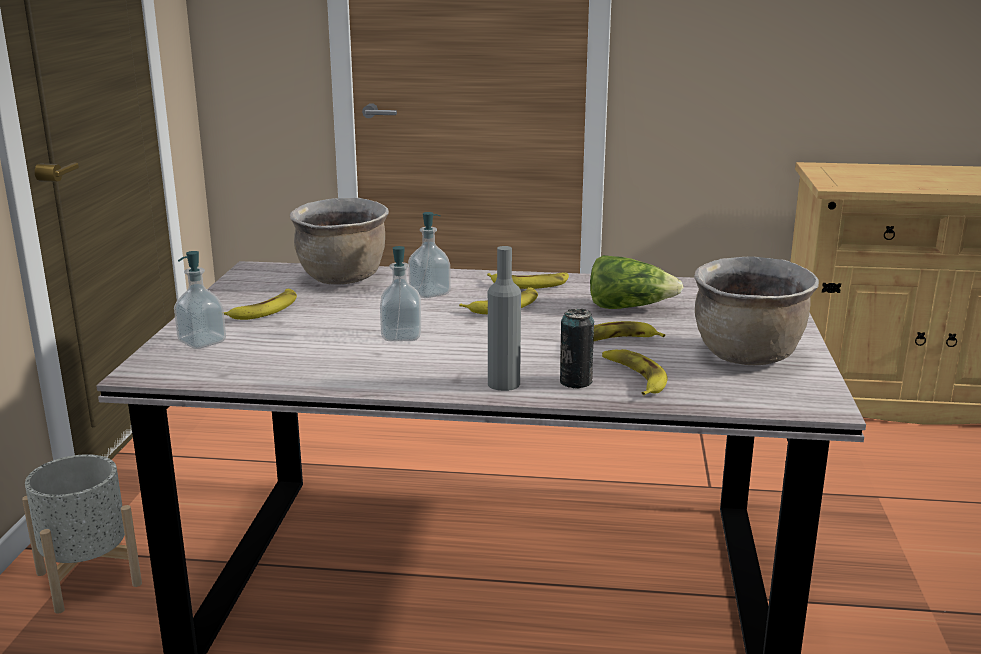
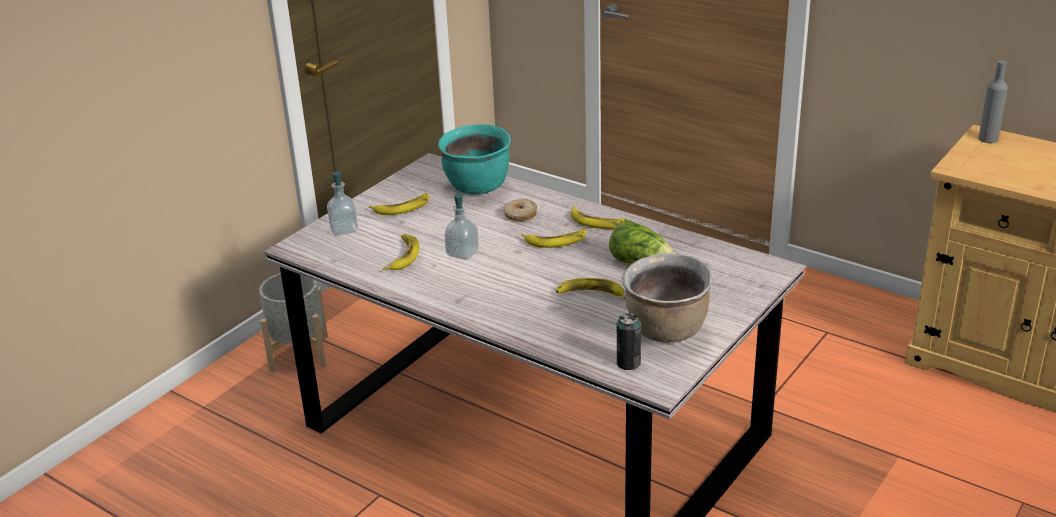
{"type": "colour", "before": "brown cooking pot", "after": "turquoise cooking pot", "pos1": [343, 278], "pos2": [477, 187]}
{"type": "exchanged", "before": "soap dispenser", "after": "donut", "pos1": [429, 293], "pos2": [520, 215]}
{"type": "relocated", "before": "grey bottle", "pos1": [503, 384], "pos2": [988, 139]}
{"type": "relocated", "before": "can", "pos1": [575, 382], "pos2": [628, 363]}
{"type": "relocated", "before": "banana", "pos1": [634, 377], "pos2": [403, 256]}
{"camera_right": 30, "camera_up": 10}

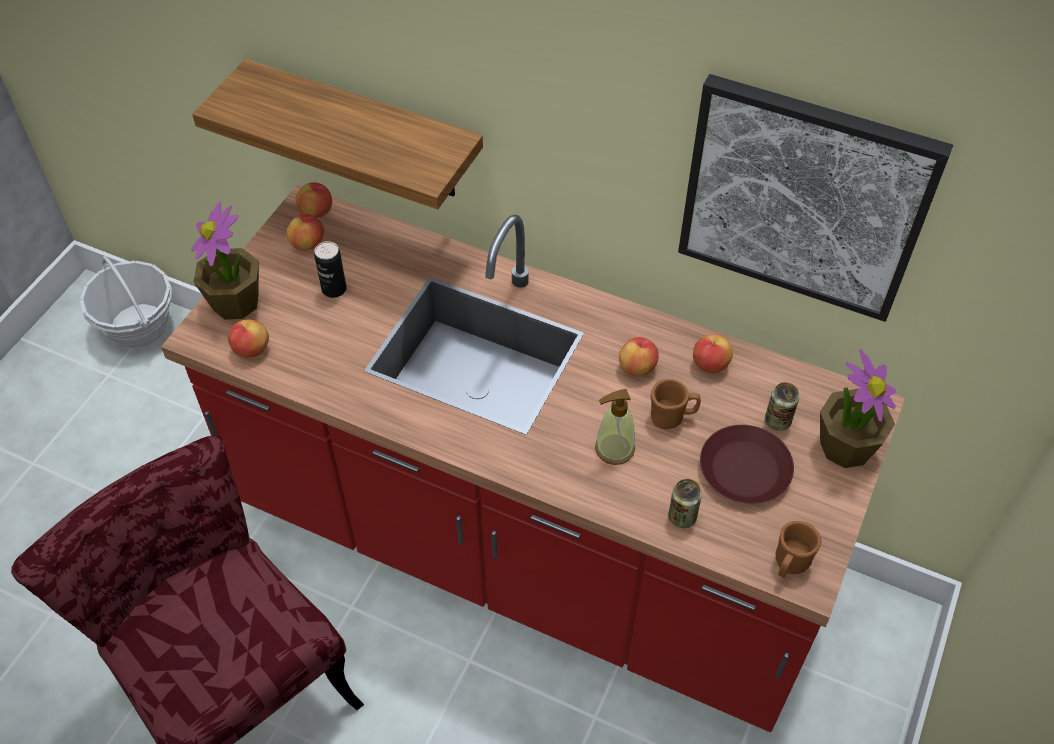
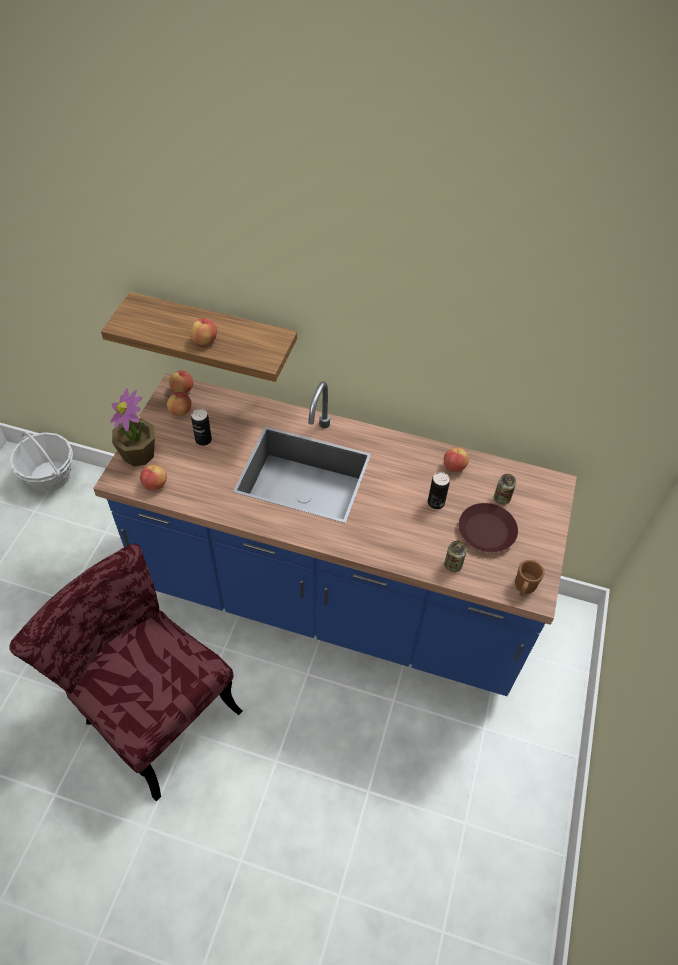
{"type": "missing", "before": "picture", "pos1": [804, 198]}
{"type": "colour", "before": "red counter", "after": "blue counter", "pos1": [527, 548], "pos2": [333, 597]}
{"type": "relocated", "before": "apple", "pos1": [637, 368], "pos2": [205, 340]}
{"type": "missing", "before": "potted plant", "pos1": [845, 446]}
{"type": "exchanged", "before": "brown mug", "after": "can", "pos1": [672, 417], "pos2": [436, 502]}
{"type": "missing", "before": "soap dispenser", "pos1": [614, 449]}
{"camera_right": -10, "camera_up": 0}

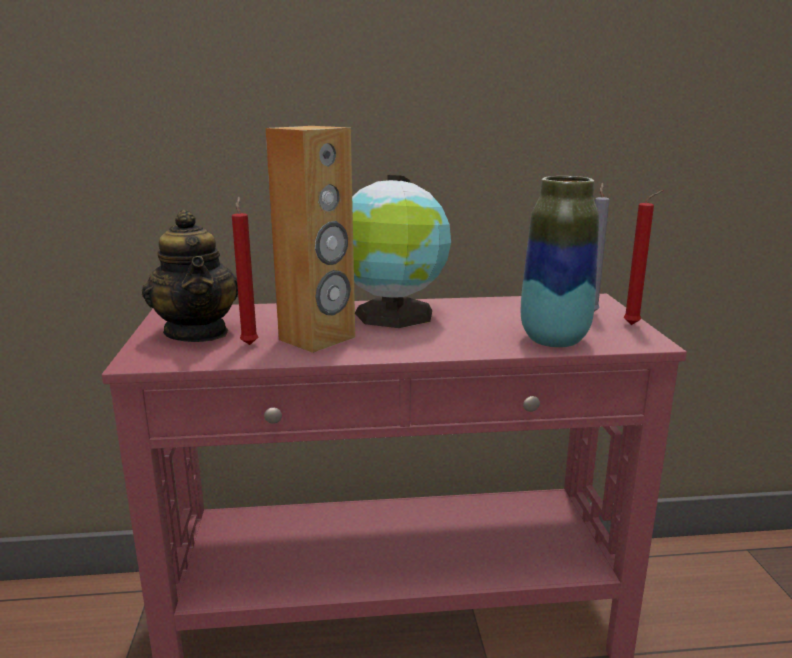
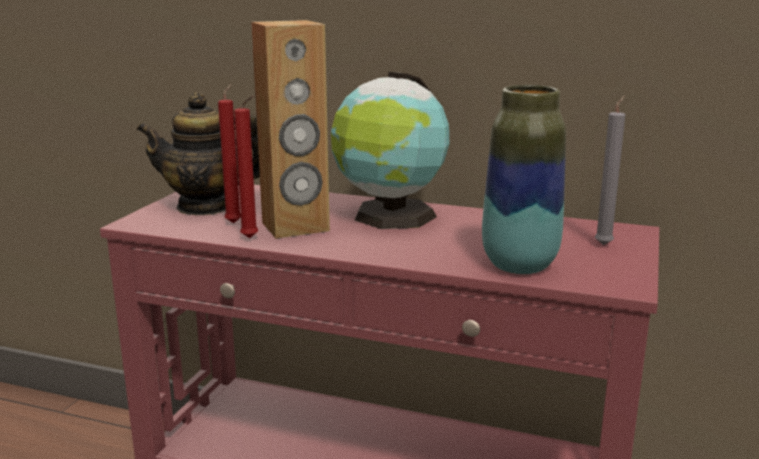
{"type": "relocated", "before": "red candle", "pos1": [634, 325], "pos2": [251, 239]}
{"type": "spun", "before": "teapot", "pos1": [197, 333], "pos2": [206, 206], "turn": 90}
{"camera_right": 25, "camera_up": 0}

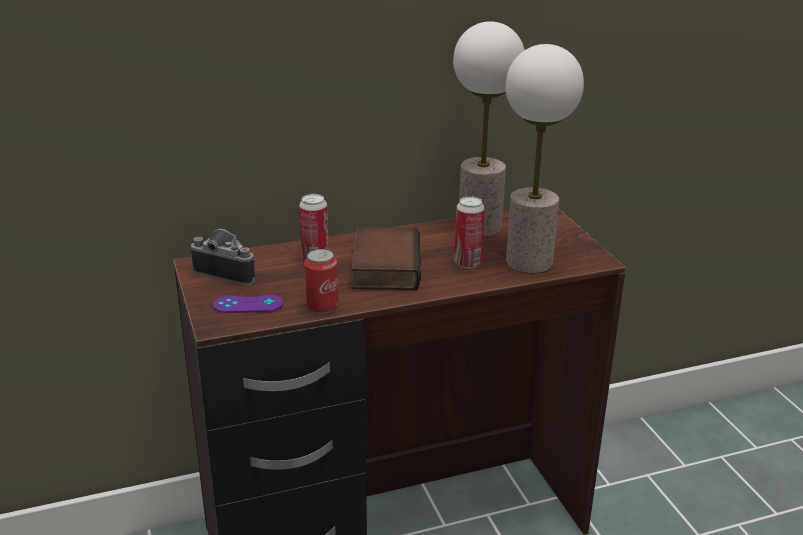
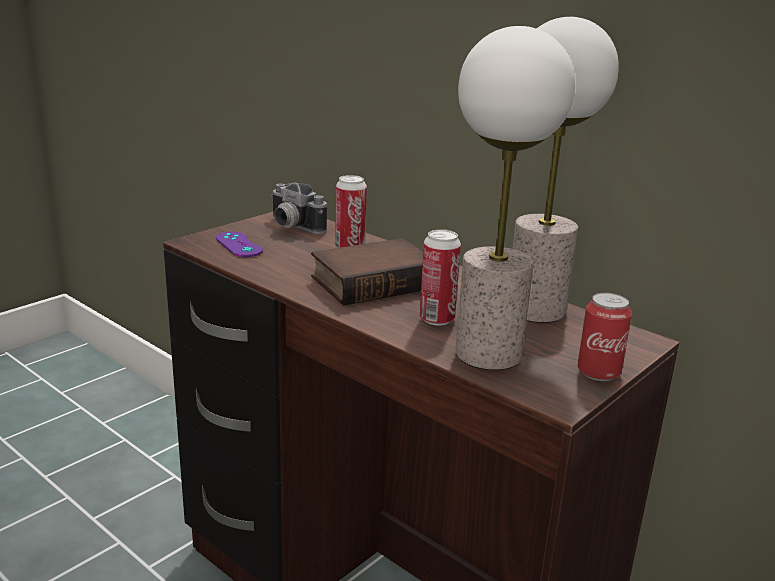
{"type": "spun", "before": "photo camera", "pos1": [230, 271], "pos2": [291, 227], "turn": 135}
{"type": "relocated", "before": "can", "pos1": [322, 307], "pos2": [598, 372]}
{"camera_right": 60, "camera_up": -5}

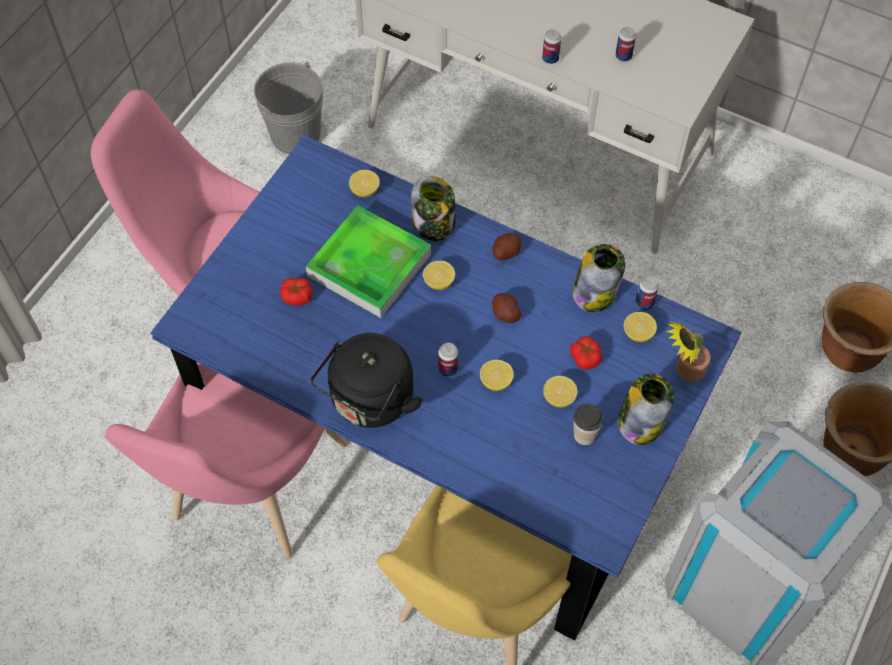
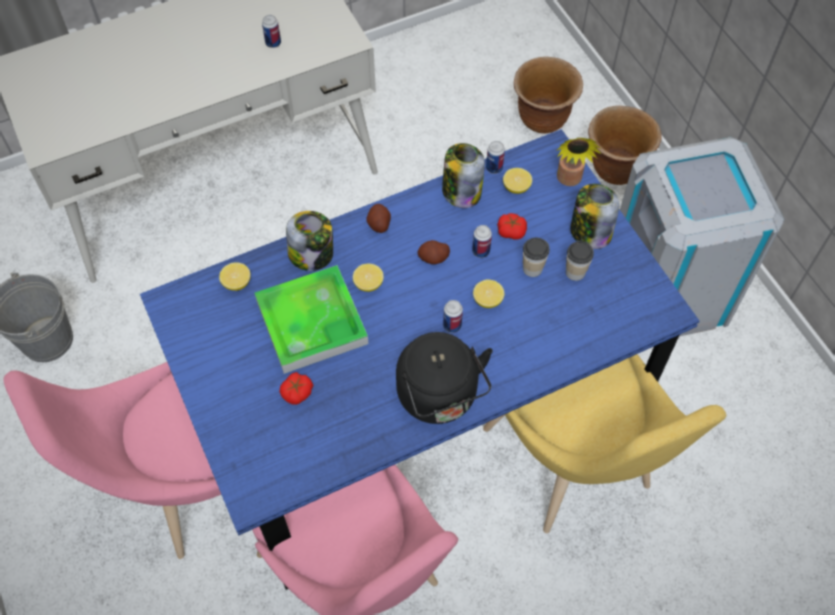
{"type": "relocated", "before": "can", "pos1": [550, 58], "pos2": [481, 251]}
{"type": "exchanged", "before": "lemon", "after": "cup", "pos1": [559, 398], "pos2": [532, 269]}
{"camera_right": -55, "camera_up": 0}

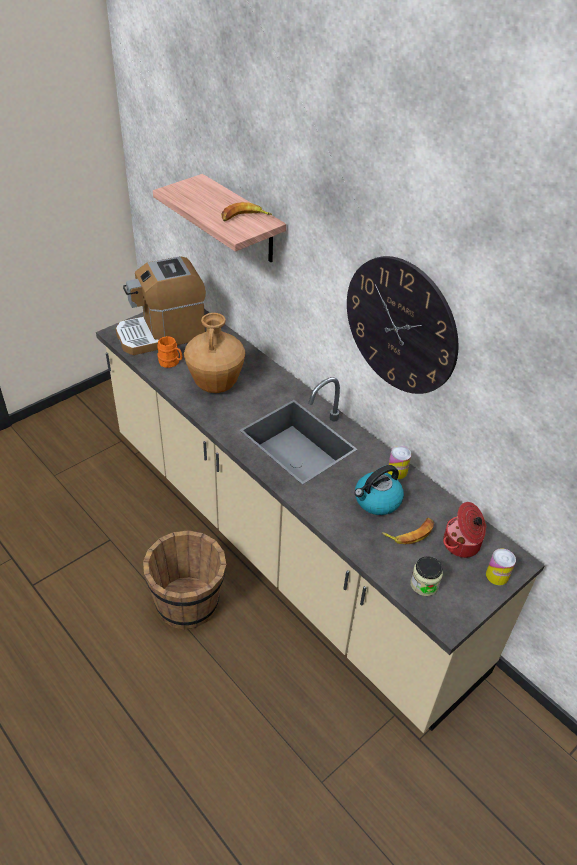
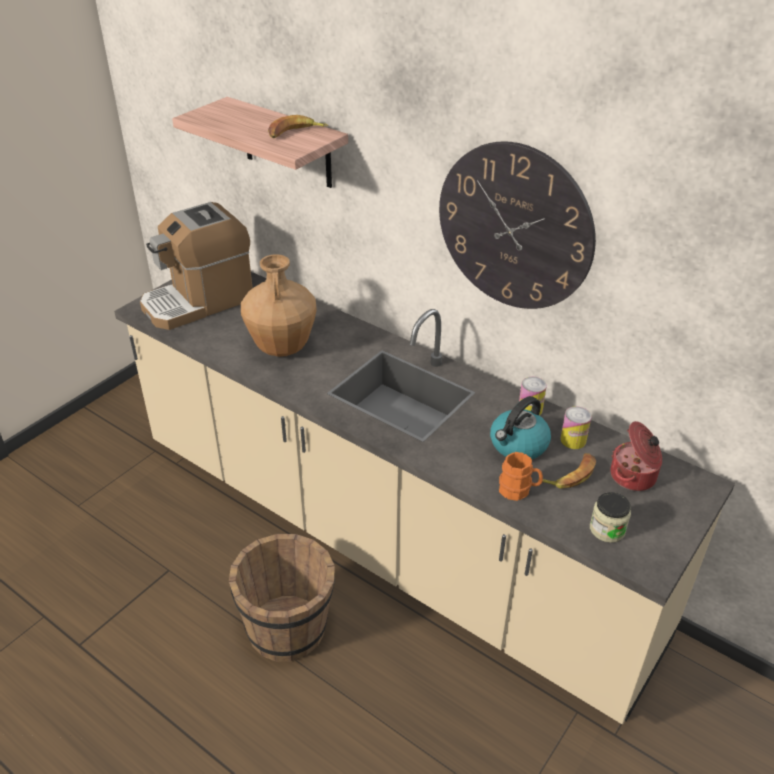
{"type": "relocated", "before": "orange mug", "pos1": [171, 362], "pos2": [519, 490]}
{"type": "relocated", "before": "can", "pos1": [497, 576], "pos2": [573, 440]}
{"camera_right": -10, "camera_up": -5}

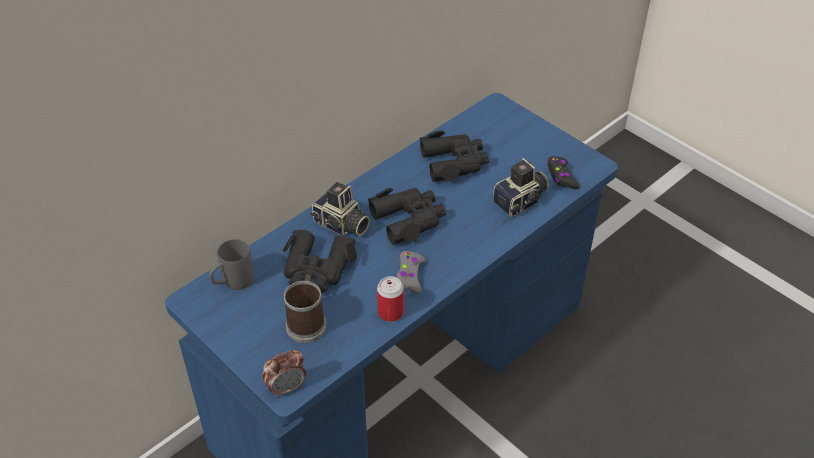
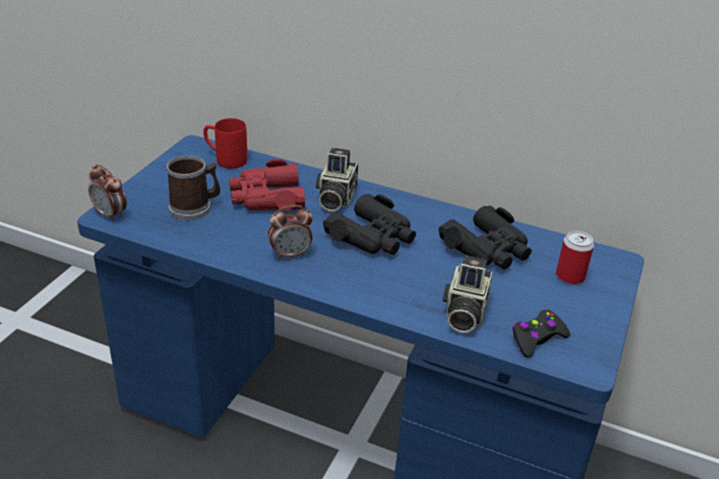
{"type": "spun", "before": "photo camera", "pos1": [521, 201], "pos2": [463, 312], "turn": 75}
{"type": "colour", "before": "black binoculars", "after": "red binoculars", "pos1": [317, 269], "pos2": [267, 198]}
{"type": "colour", "before": "grey mug", "after": "red mug", "pos1": [232, 283], "pos2": [225, 159]}
{"type": "exchanged", "before": "grey game controller", "after": "alarm clock", "pos1": [410, 275], "pos2": [290, 254]}
{"type": "relocated", "before": "can", "pos1": [390, 312], "pos2": [570, 276]}
{"camera_right": 65, "camera_up": -10}

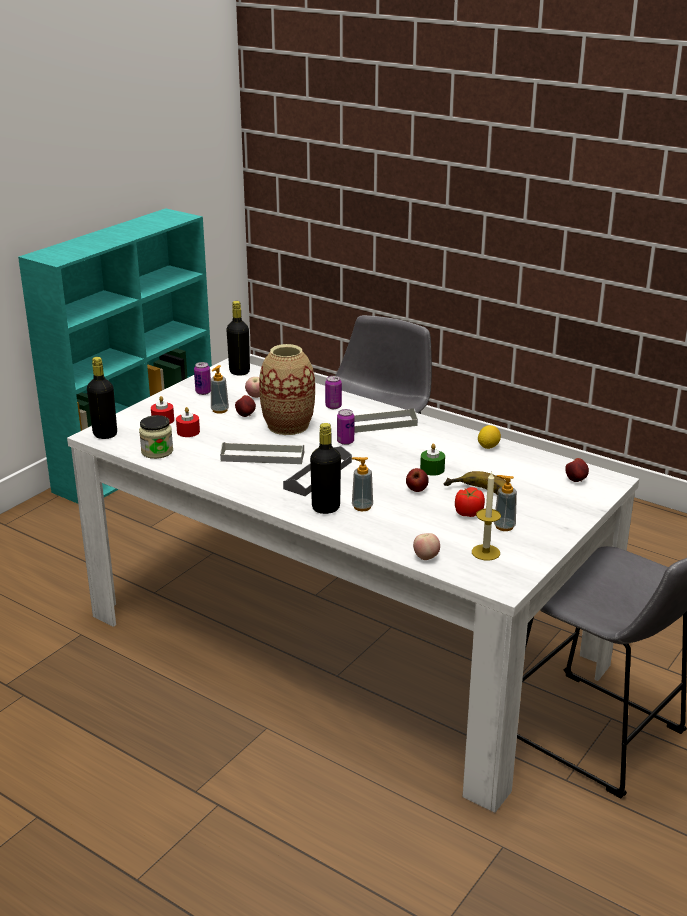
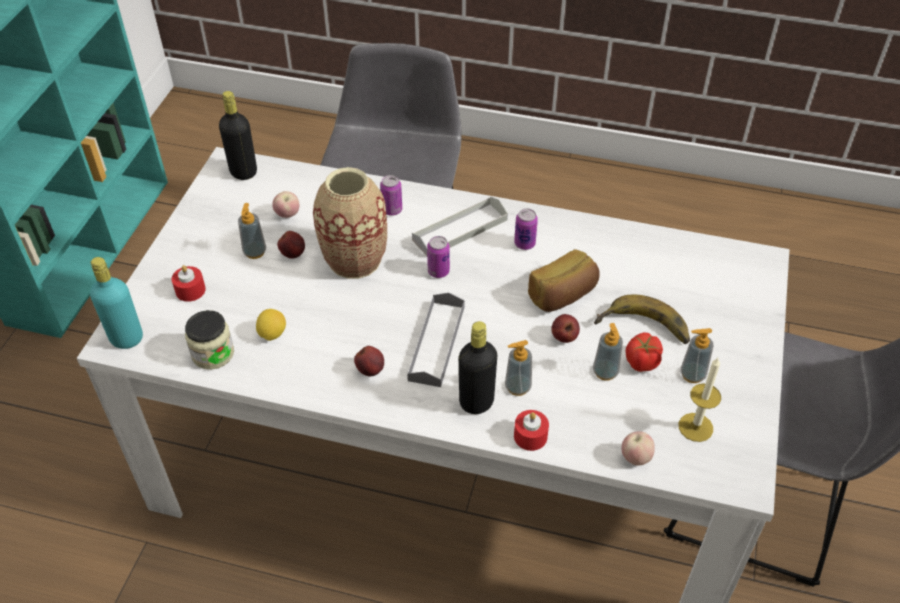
{"type": "colour", "before": "black bottle", "after": "turquoise bottle", "pos1": [105, 434], "pos2": [126, 338]}
{"type": "relocated", "before": "can", "pos1": [203, 392], "pos2": [524, 244]}
{"type": "relocated", "before": "red candle", "pos1": [188, 432], "pos2": [530, 436]}
{"type": "relocated", "before": "lemon", "pos1": [488, 446], "pos2": [272, 334]}
{"type": "missing", "before": "grey tray", "pos1": [262, 456]}
{"type": "exchanged", "before": "green candle", "after": "bread", "pos1": [432, 469], "pos2": [563, 295]}
{"type": "relocated", "before": "apple", "pos1": [576, 480], "pos2": [371, 370]}
{"type": "appeared", "after": "soap dispenser", "pos2": [605, 372]}
{"camera_right": -20, "camera_up": 20}

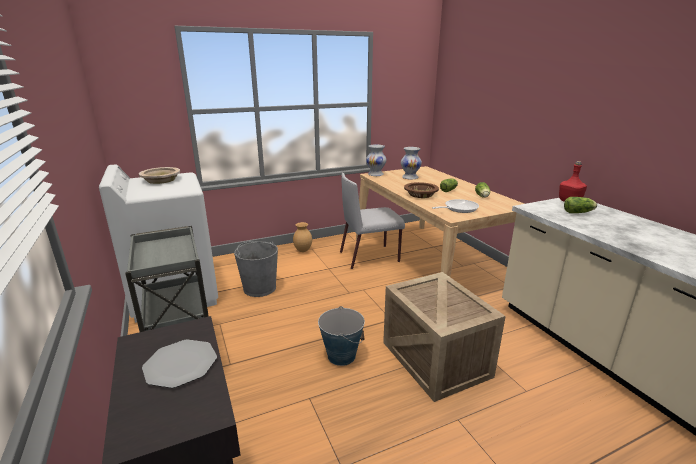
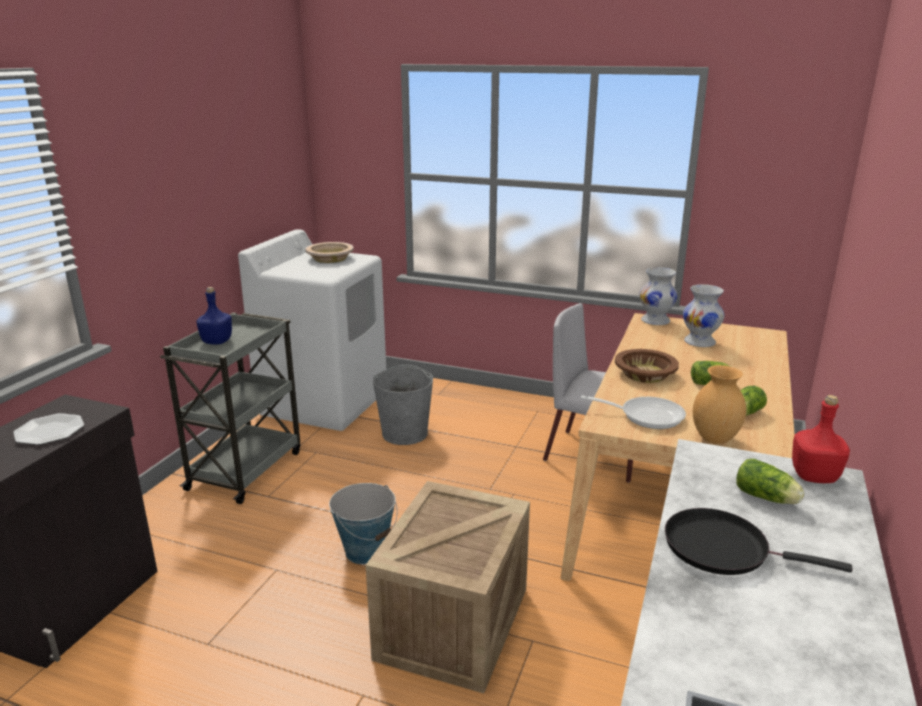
{"type": "relocated", "before": "brown vase", "pos1": [303, 250], "pos2": [715, 439]}
{"type": "appeared", "after": "blue bottle", "pos2": [216, 342]}
{"type": "appeared", "after": "black frying pan", "pos2": [723, 548]}
{"camera_right": 45, "camera_up": 0}

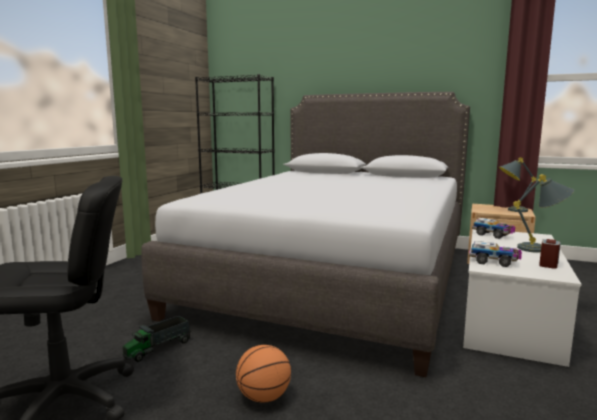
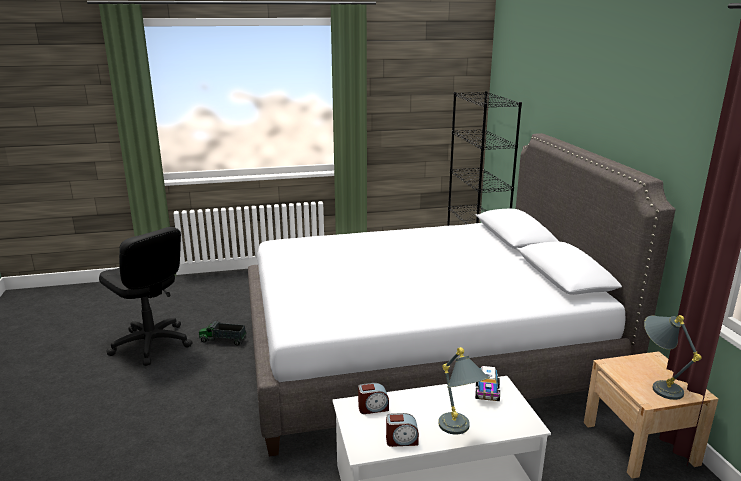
{"type": "exchanged", "before": "toy truck", "after": "alarm clock", "pos1": [494, 262], "pos2": [373, 408]}
{"type": "missing", "before": "basketball", "pos1": [263, 397]}
{"camera_right": 55, "camera_up": 10}

